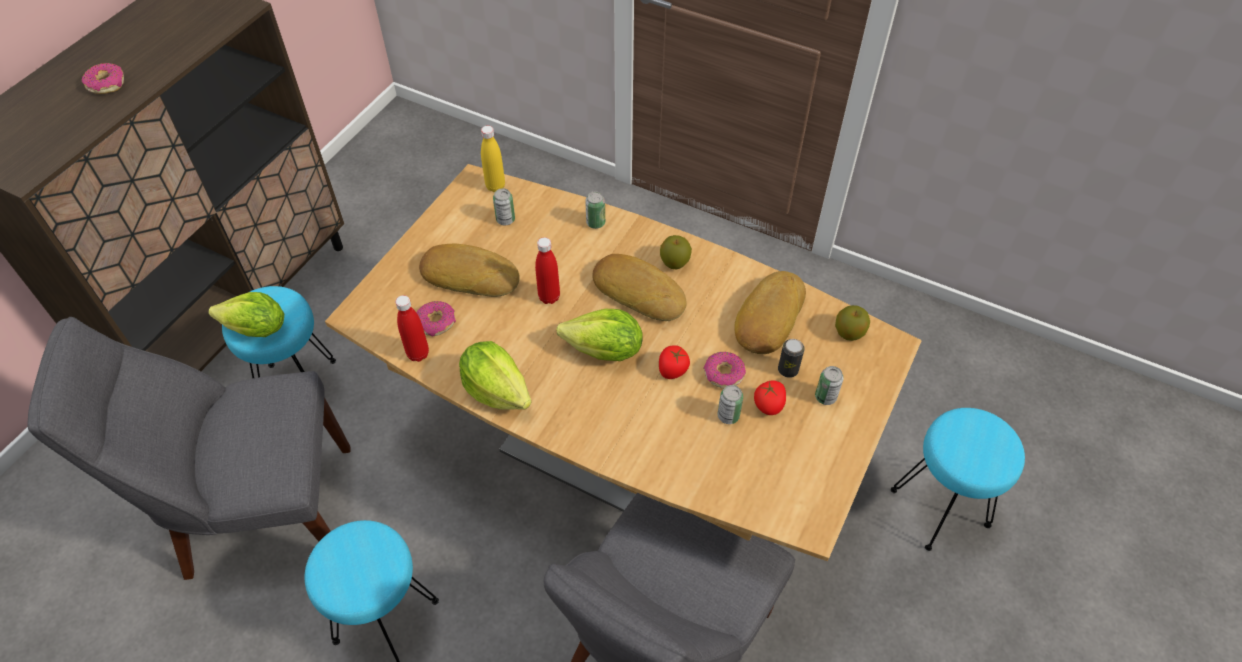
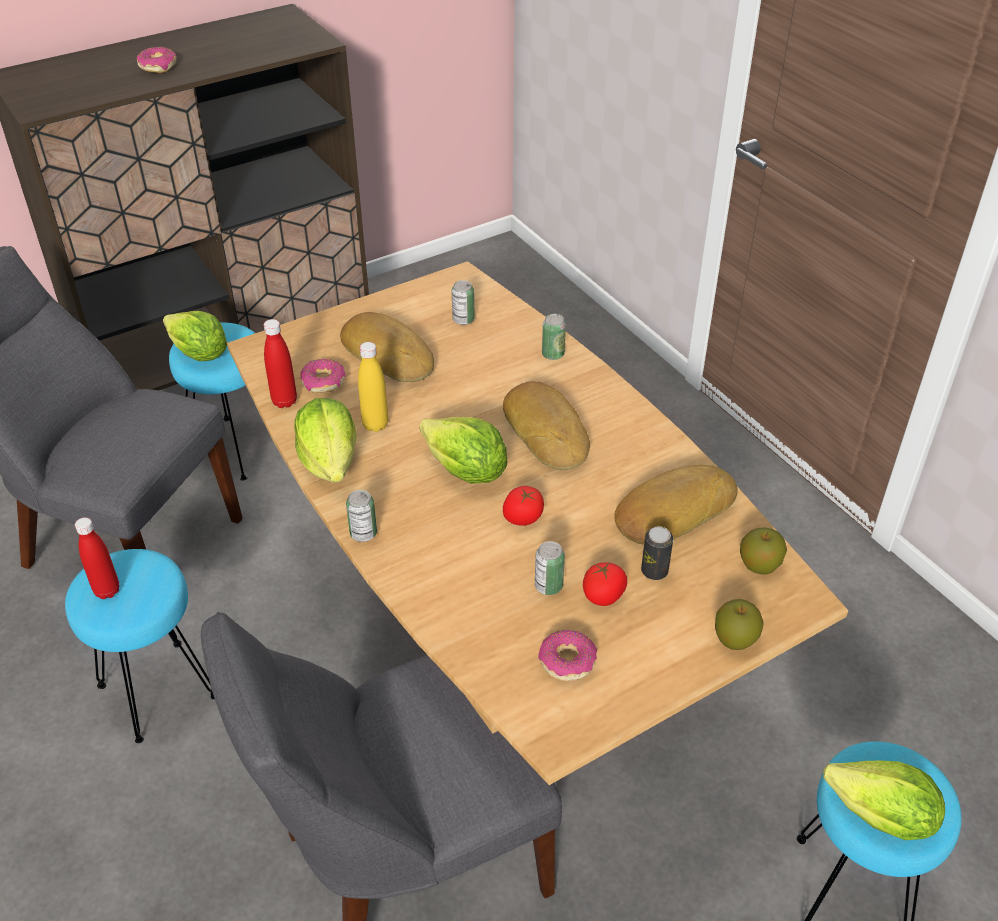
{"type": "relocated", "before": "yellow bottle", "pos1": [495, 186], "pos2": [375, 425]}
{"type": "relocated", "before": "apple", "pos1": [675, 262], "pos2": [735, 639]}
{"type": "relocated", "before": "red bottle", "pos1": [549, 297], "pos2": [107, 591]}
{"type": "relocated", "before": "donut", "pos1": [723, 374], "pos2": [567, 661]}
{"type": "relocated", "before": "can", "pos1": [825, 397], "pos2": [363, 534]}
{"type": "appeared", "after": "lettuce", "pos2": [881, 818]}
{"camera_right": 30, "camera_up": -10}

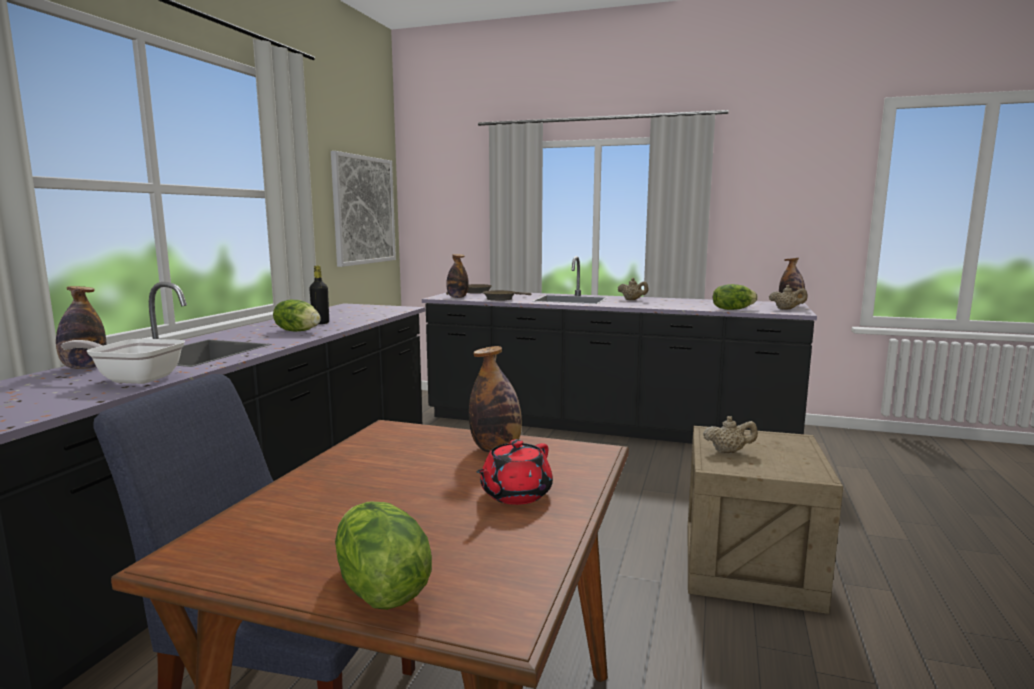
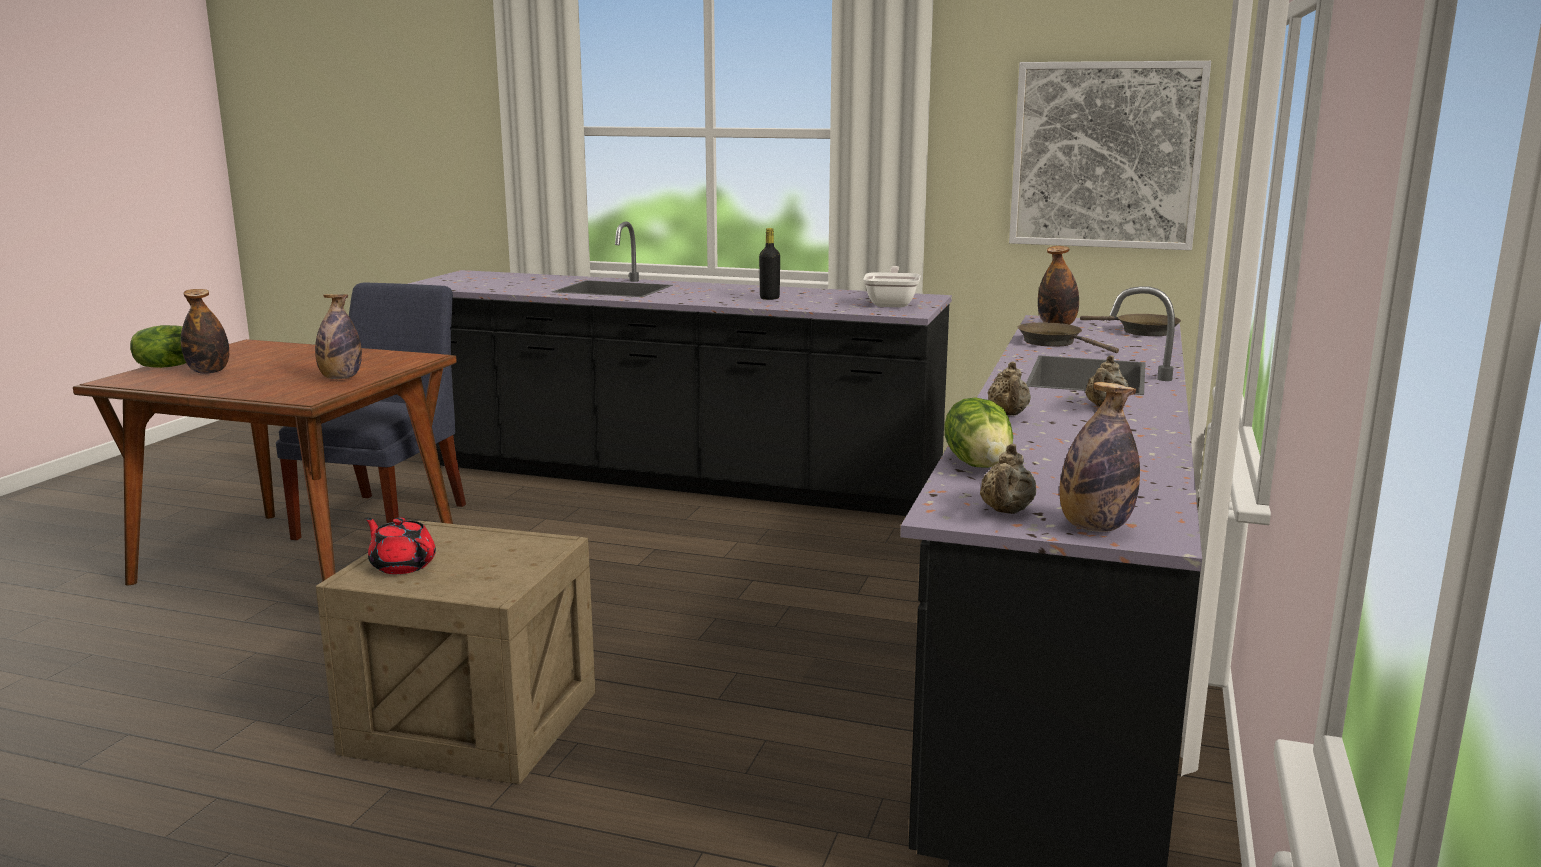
{"type": "relocated", "before": "bottle", "pos1": [84, 368], "pos2": [209, 372]}
{"type": "missing", "before": "lettuce", "pos1": [298, 331]}
{"type": "relocated", "before": "frying pan", "pos1": [134, 379], "pos2": [892, 304]}
{"type": "relocated", "before": "beige teapot", "pos1": [728, 452], "pos2": [1008, 414]}
{"type": "relocated", "before": "red teapot", "pos1": [514, 495], "pos2": [402, 565]}
{"camera_right": 90, "camera_up": 5}

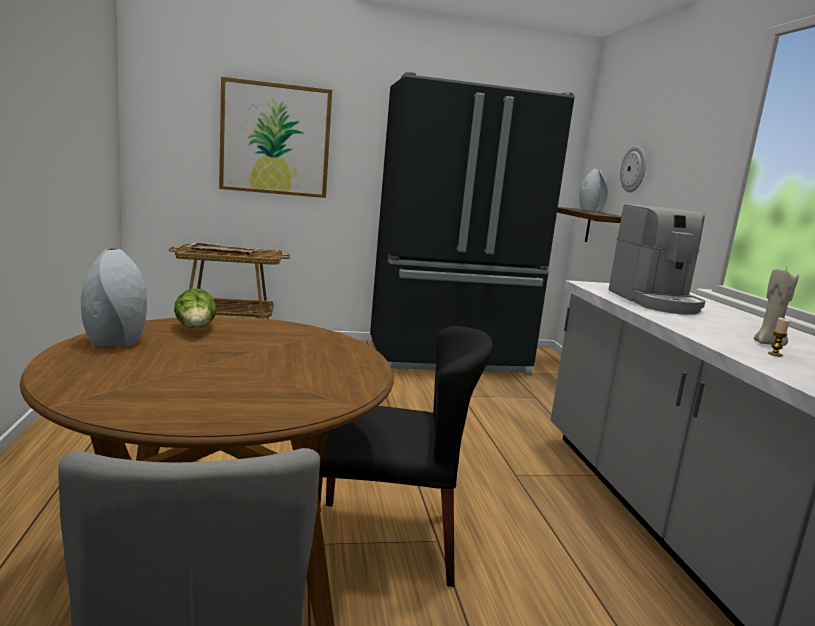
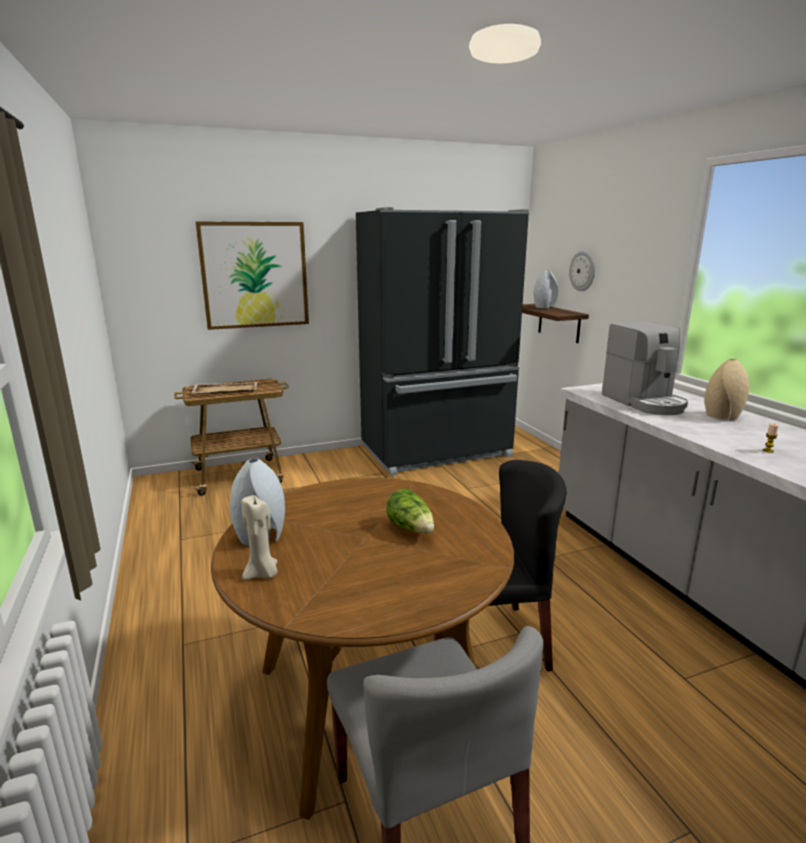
{"type": "relocated", "before": "beige candle", "pos1": [768, 344], "pos2": [262, 574]}
{"type": "relocated", "before": "lettuce", "pos1": [196, 329], "pos2": [411, 528]}
{"type": "appeared", "after": "beige vase", "pos2": [723, 416]}
{"camera_right": -10, "camera_up": 5}

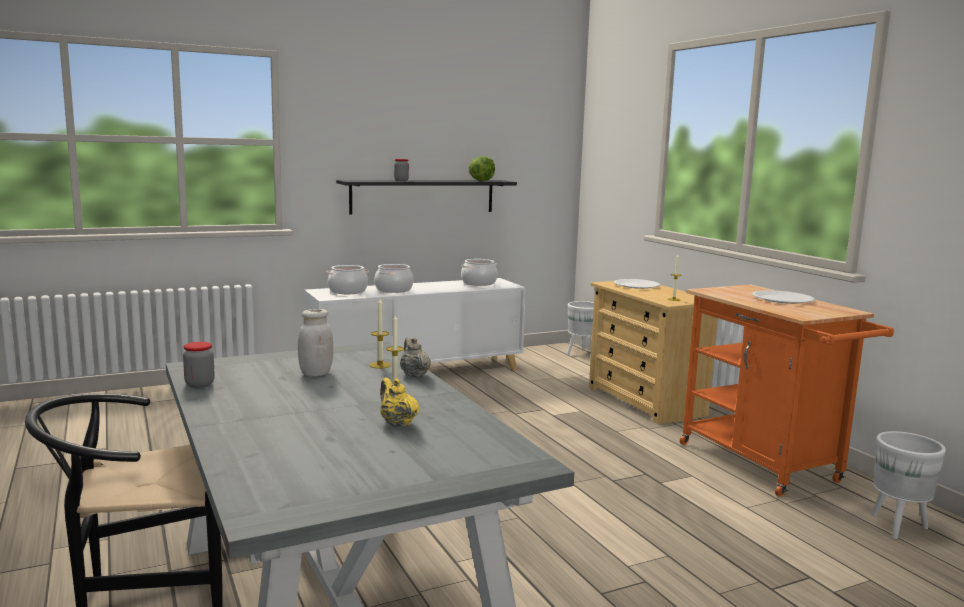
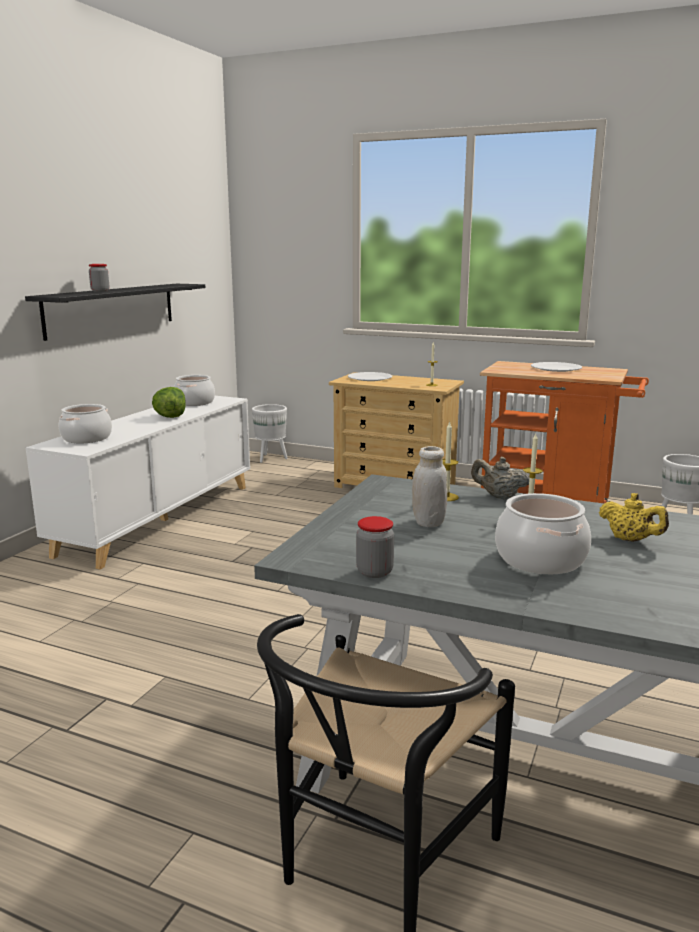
{"type": "relocated", "before": "lettuce", "pos1": [481, 180], "pos2": [170, 417]}
{"type": "relocated", "before": "cooking pot", "pos1": [393, 289], "pos2": [539, 559]}
{"type": "spun", "before": "yellow teapot", "pos1": [397, 423], "pos2": [630, 540], "turn": -150}
{"camera_right": -40, "camera_up": 5}

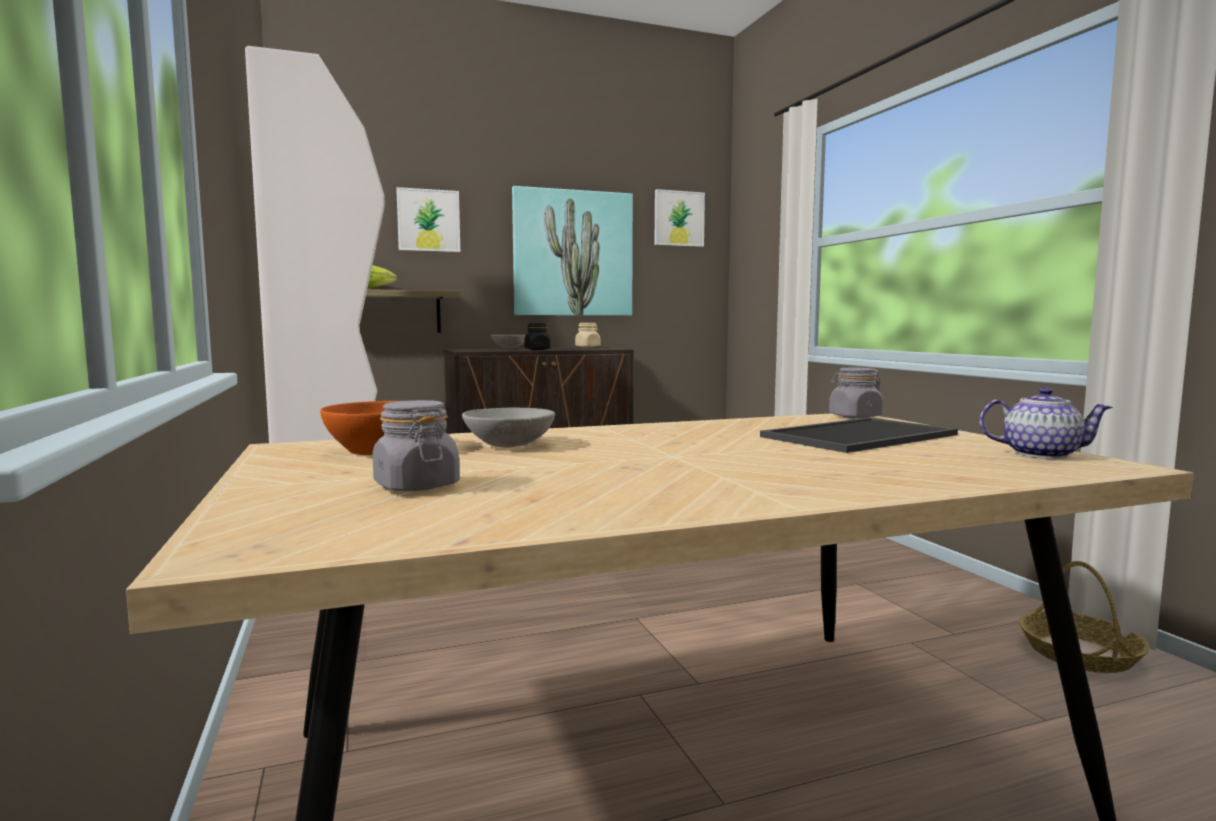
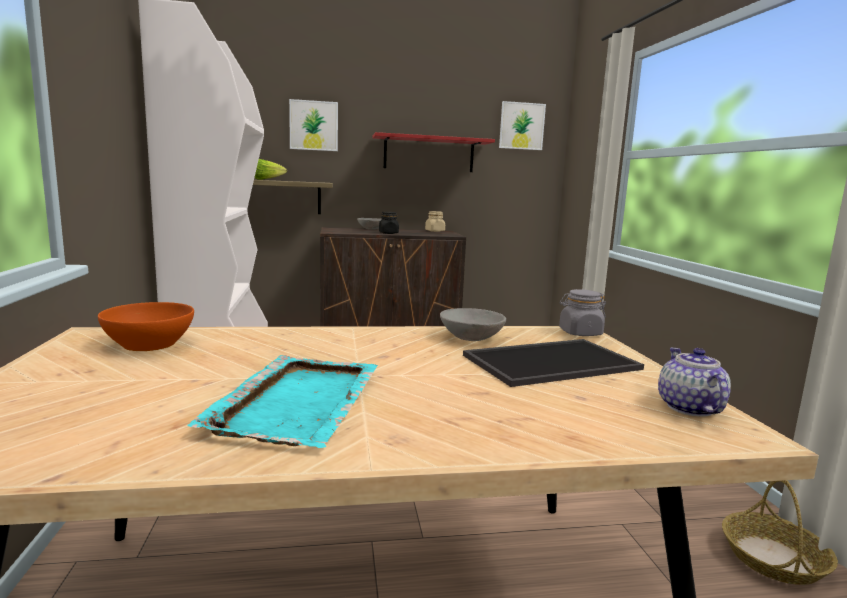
{"type": "exchanged", "before": "picture", "after": "red shelf", "pos1": [572, 254], "pos2": [429, 154]}
{"type": "spun", "before": "teapot", "pos1": [1039, 454], "pos2": [689, 408], "turn": -120}
{"type": "missing", "before": "grey jar", "pos1": [416, 486]}
{"type": "relocated", "before": "grey bowl", "pos1": [509, 445], "pos2": [471, 338]}
{"type": "appeared", "after": "turquoise tray", "pos2": [299, 401]}
{"camera_right": 10, "camera_up": 5}

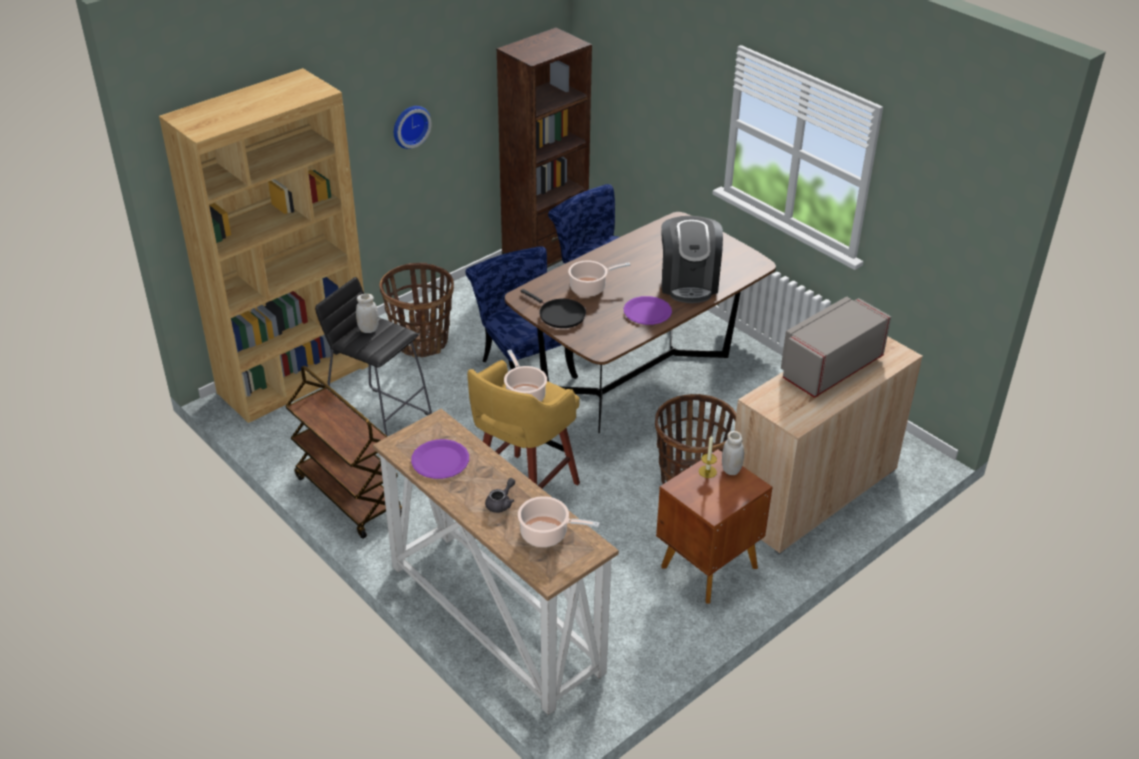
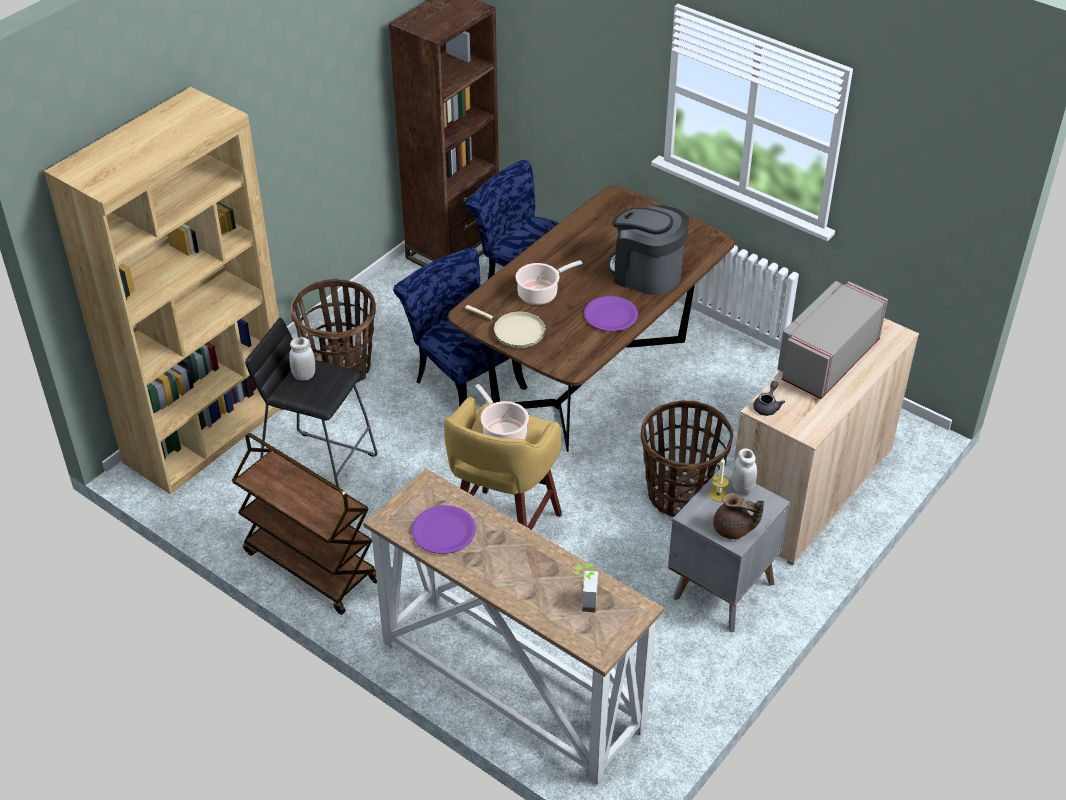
{"type": "missing", "before": "wall clock", "pos1": [409, 125]}
{"type": "spun", "before": "coffee machine", "pos1": [689, 283], "pos2": [646, 273], "turn": 135}
{"type": "colour", "before": "black frying pan", "after": "beige frying pan", "pos1": [559, 315], "pos2": [515, 331]}
{"type": "colour", "before": "brown nightstand", "after": "grey nightstand", "pos1": [707, 566], "pos2": [721, 590]}
{"type": "relocated", "before": "grey teapot", "pos1": [501, 503], "pos2": [767, 406]}
{"type": "exchanged", "before": "cooking pot", "after": "potted plant", "pos1": [547, 534], "pos2": [584, 601]}
{"type": "appeared", "after": "brown teapot", "pos2": [733, 529]}
{"camera_right": -10, "camera_up": 5}

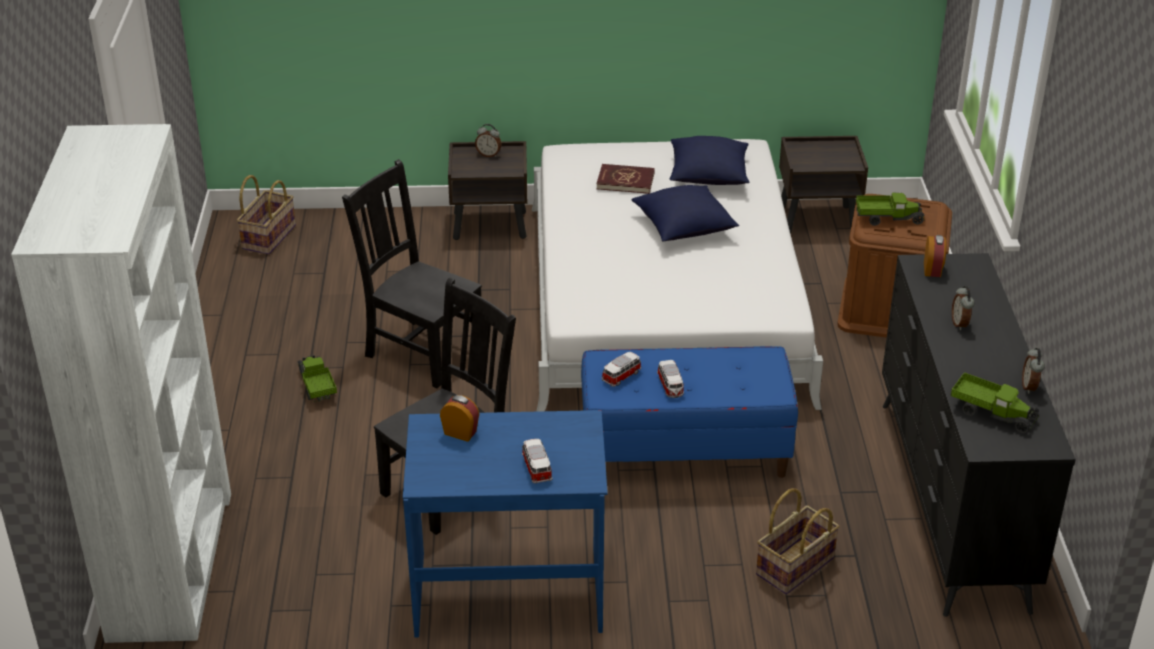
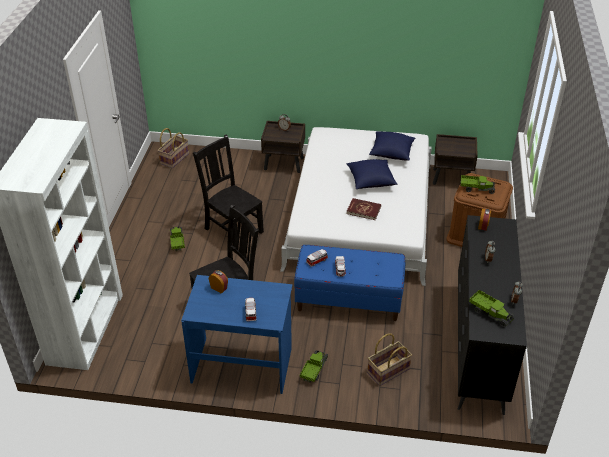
{"type": "relocated", "before": "red book", "pos1": [625, 181], "pos2": [363, 210]}
{"type": "appeared", "after": "toy truck", "pos2": [314, 370]}
{"camera_right": 10, "camera_up": 5}

